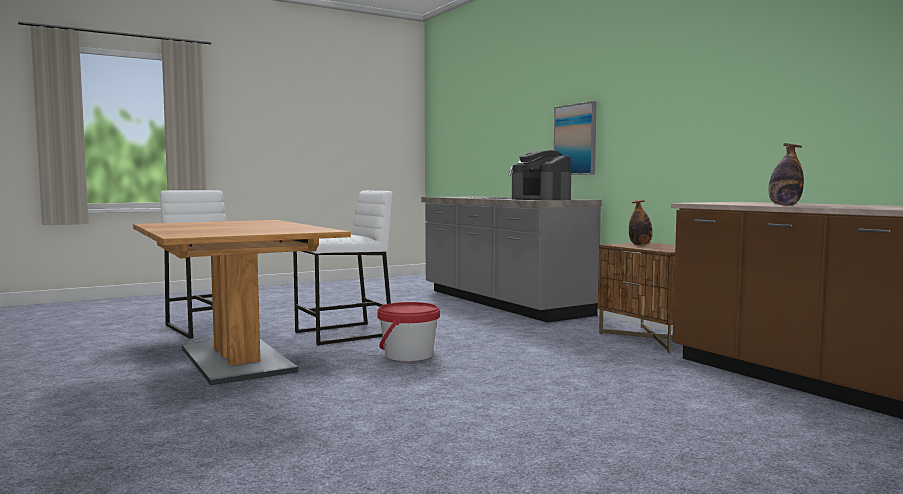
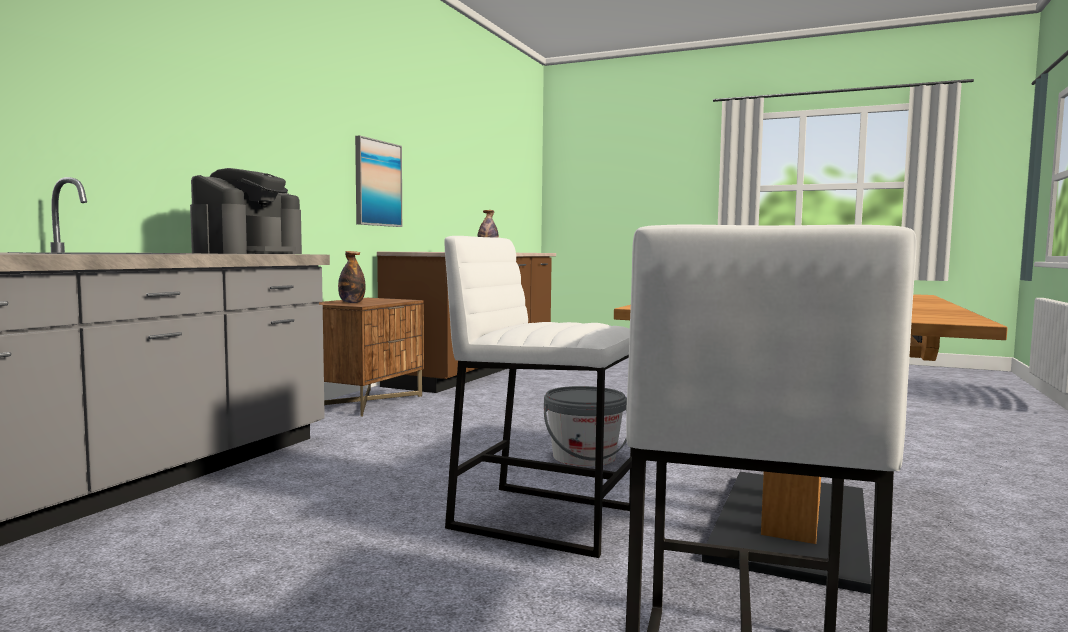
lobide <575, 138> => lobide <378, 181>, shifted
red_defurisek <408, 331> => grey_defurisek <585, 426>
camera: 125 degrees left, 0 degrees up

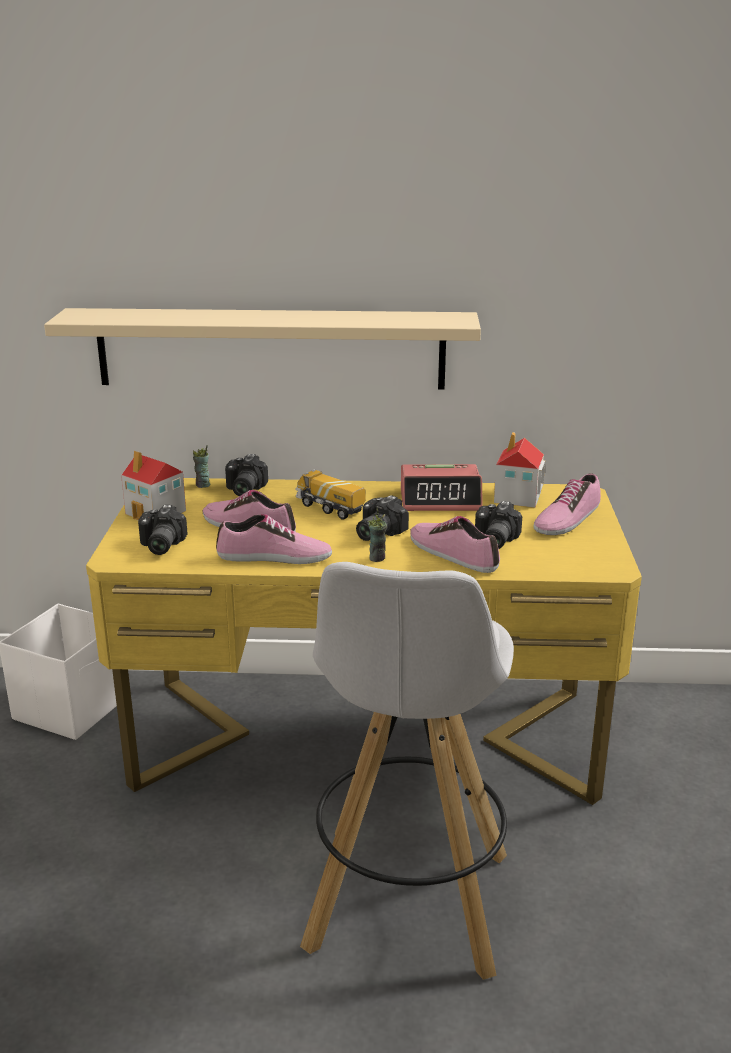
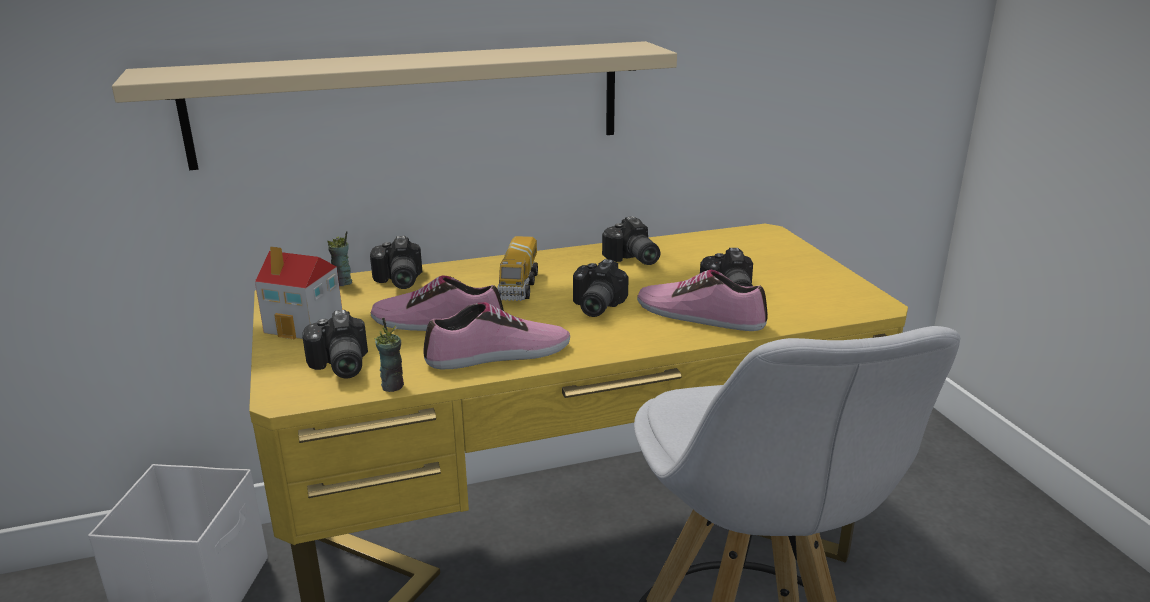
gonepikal <519, 470> => nothing
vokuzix <442, 487> => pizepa <631, 240>
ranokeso <331, 494> => ranokeso <517, 268>, 105 degrees counterclockwise
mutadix <567, 504> => nothing
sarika <377, 534> => sarika <389, 355>, shifted
camera: 20 degrees left, 0 degrees up

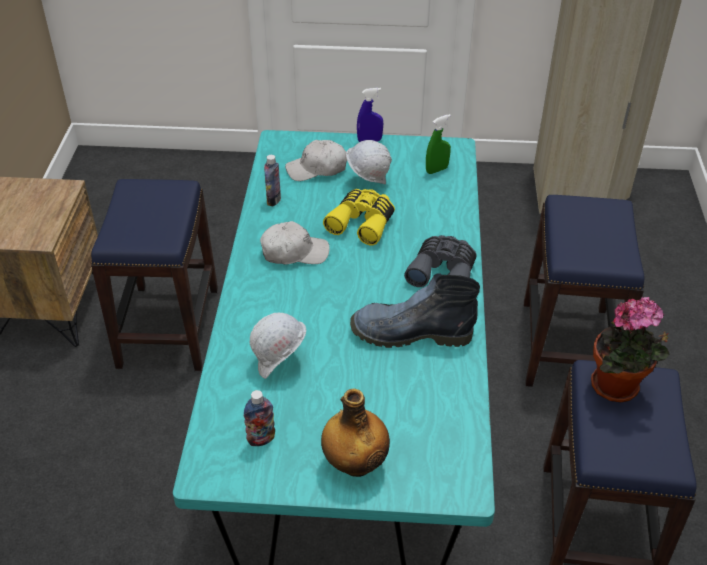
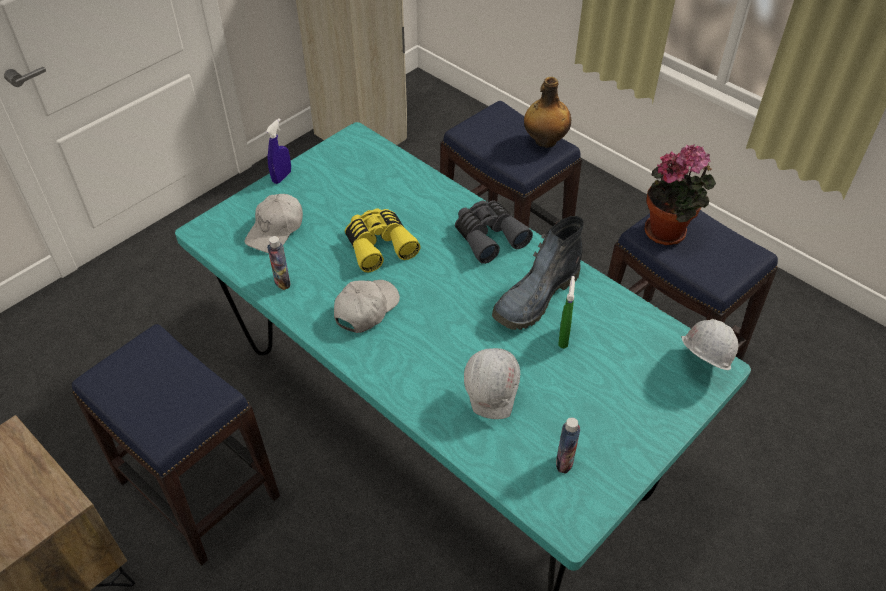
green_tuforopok <438, 144> => green_tuforopok <566, 312>, shifted
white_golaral <369, 162> => white_golaral <709, 344>, shifted
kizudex <355, 432> => kizudex <548, 112>, shifted
camera: 50 degrees left, 5 degrees up

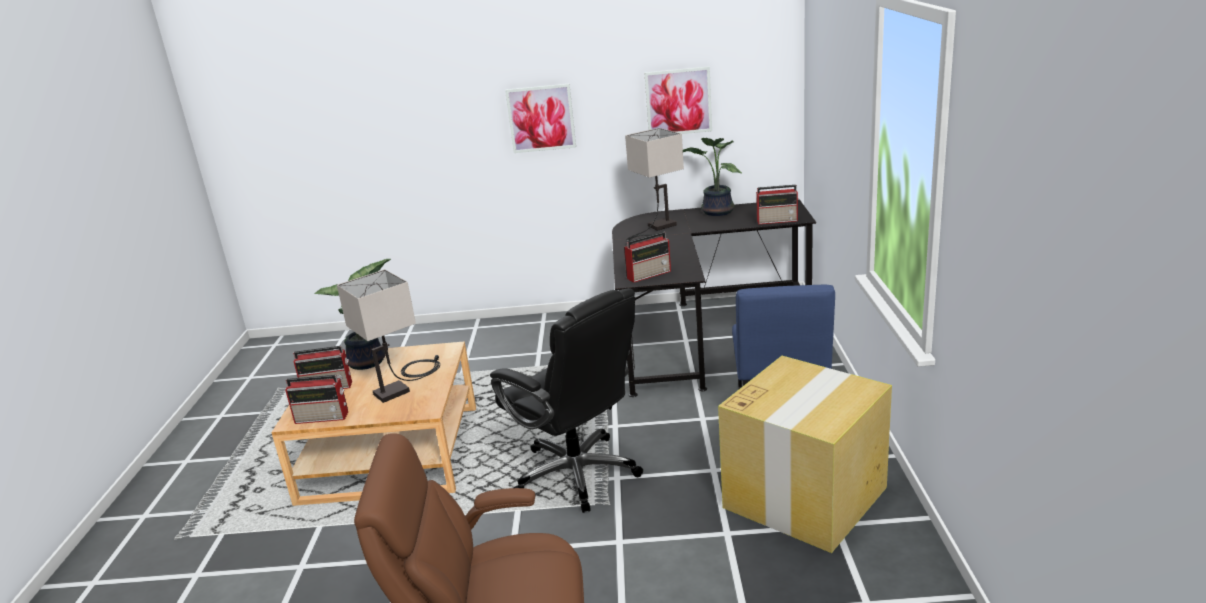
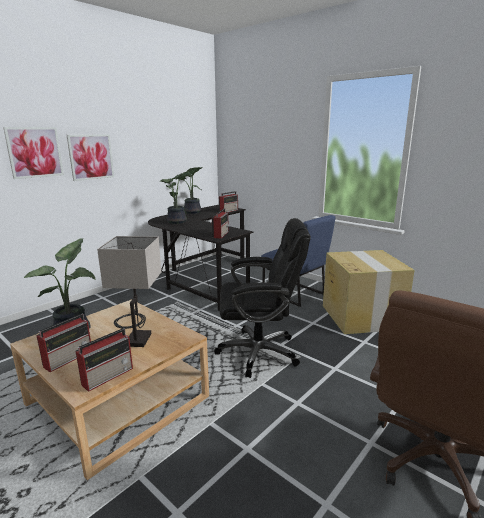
lobide <678, 100> => lobide <33, 153>, shifted
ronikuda <654, 186> => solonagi <179, 197>
camera: 50 degrees left, 5 degrees down

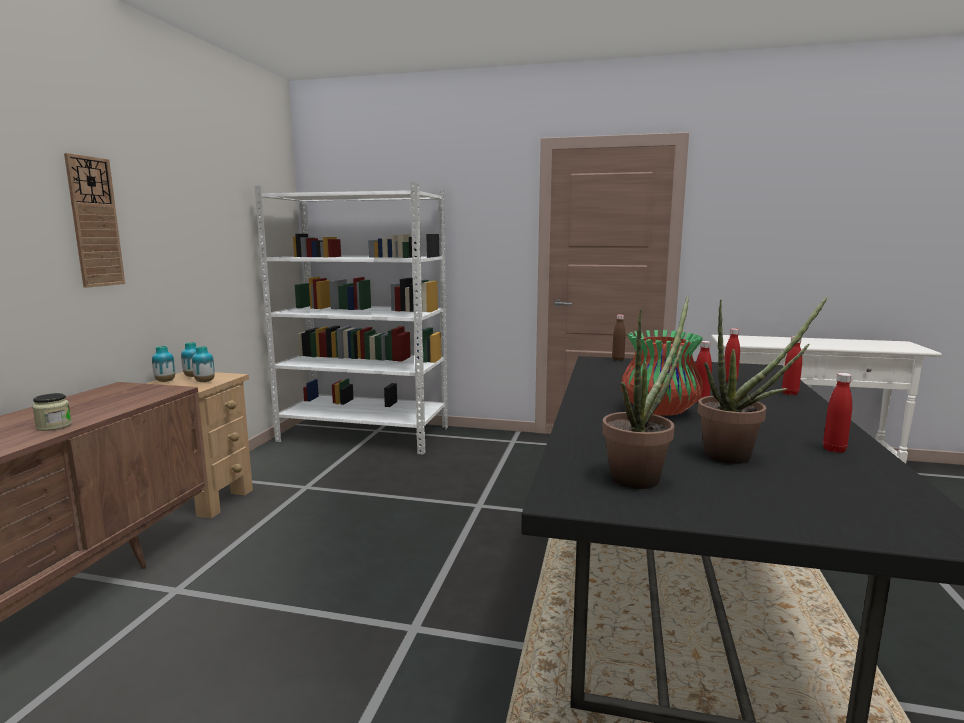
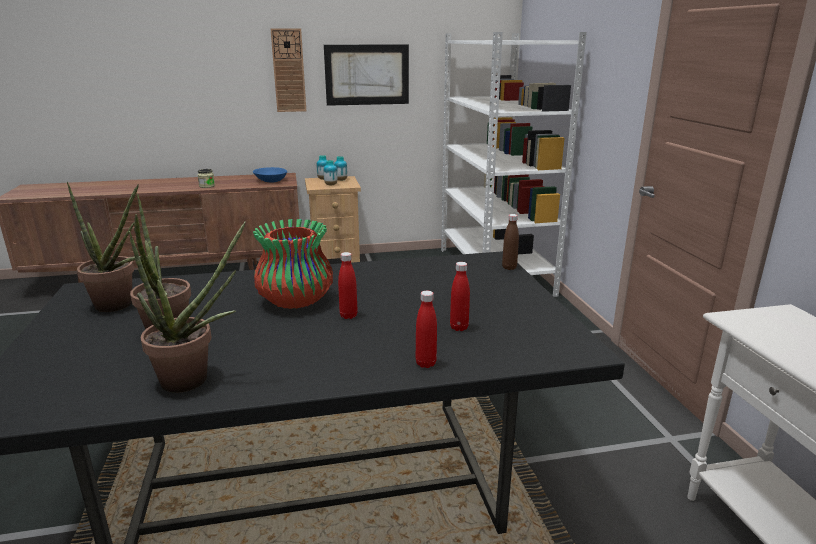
red_kizudex <837, 413> => solonagi <187, 307>
nothing => lobide <366, 75>
nothing => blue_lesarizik <270, 175>
camera: 65 degrees right, 10 degrees up

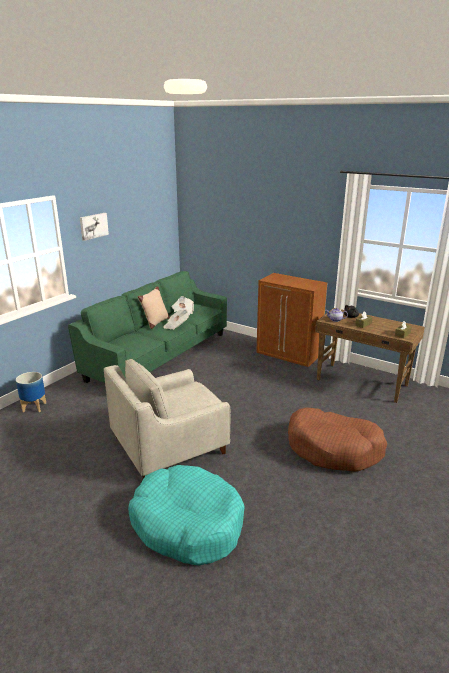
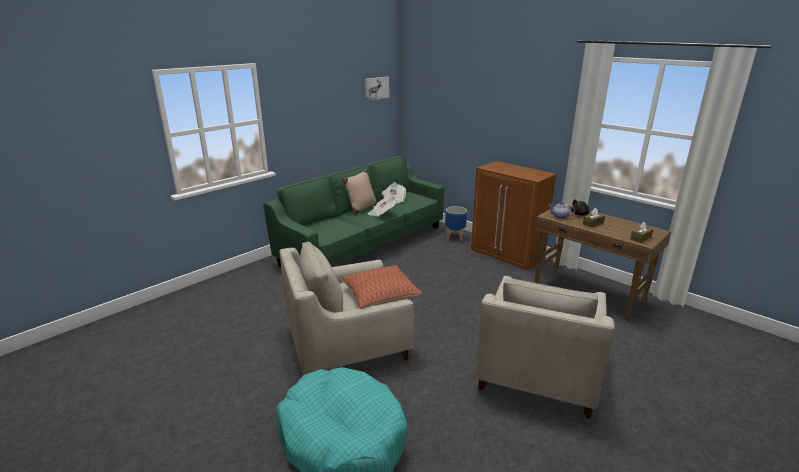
lobide <94, 227> => lobide <377, 89>, shifted
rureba <31, 392> => rureba <456, 223>, shifted
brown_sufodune <337, 439> => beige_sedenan <545, 347>
nothing => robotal <381, 287>
camera: 10 degrees right, 0 degrees up

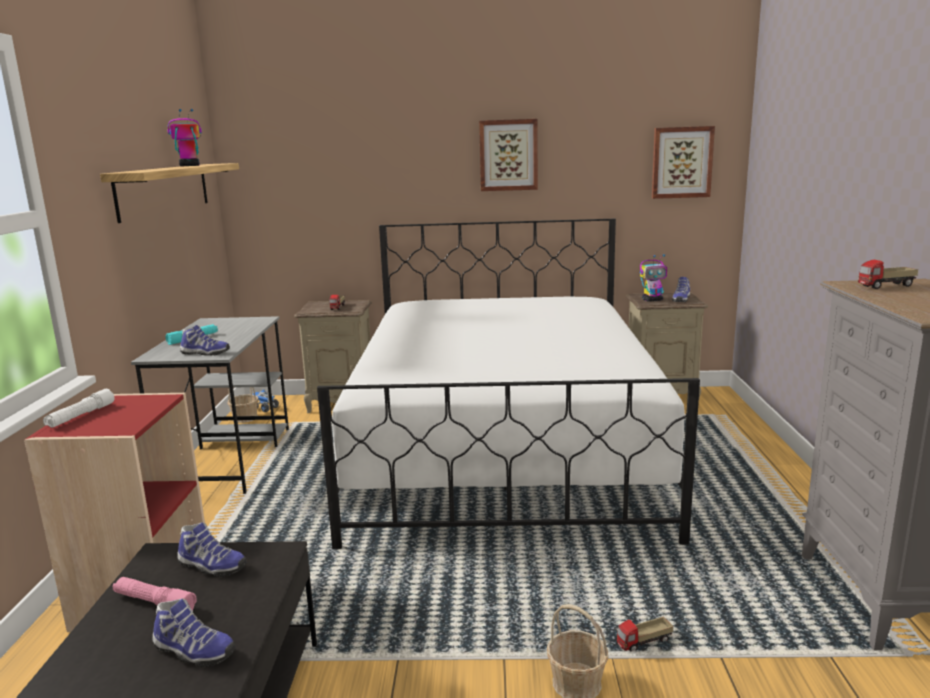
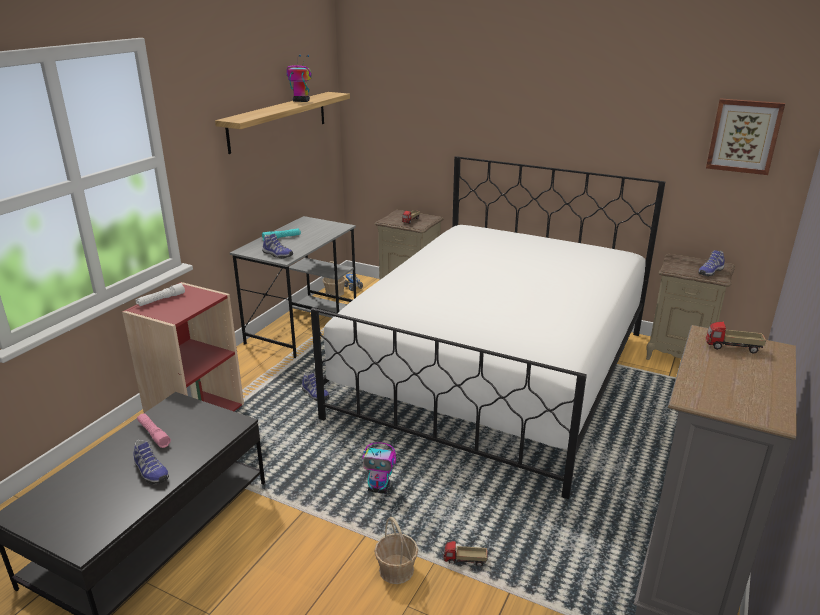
lobide <508, 155> => nothing
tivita <653, 278> => tivita <379, 468>, shifted
mutadix <212, 549> => mutadix <315, 386>, shifted
camera: 25 degrees right, 10 degrees up

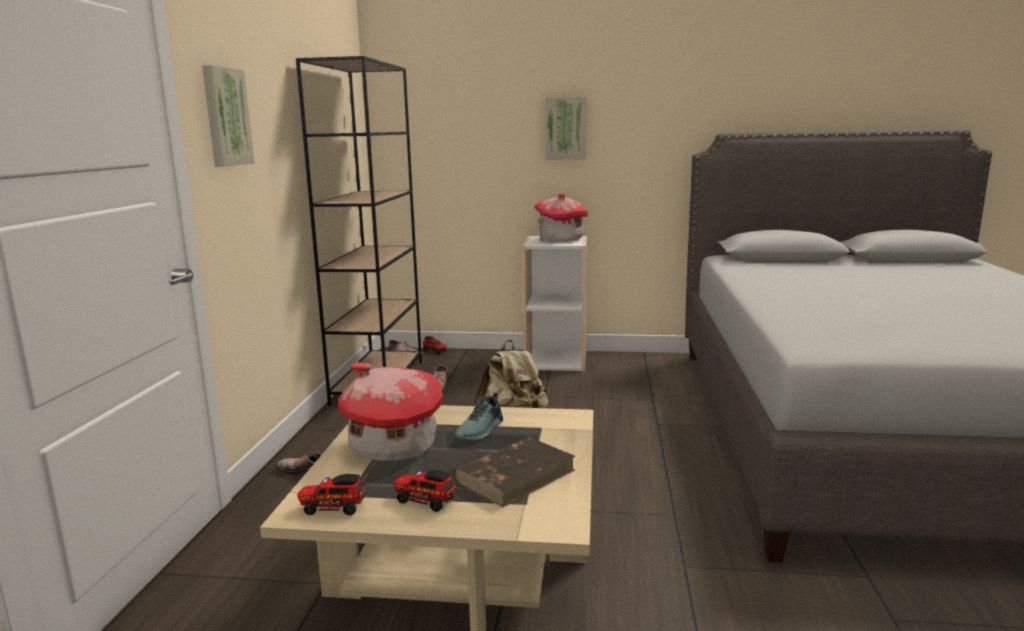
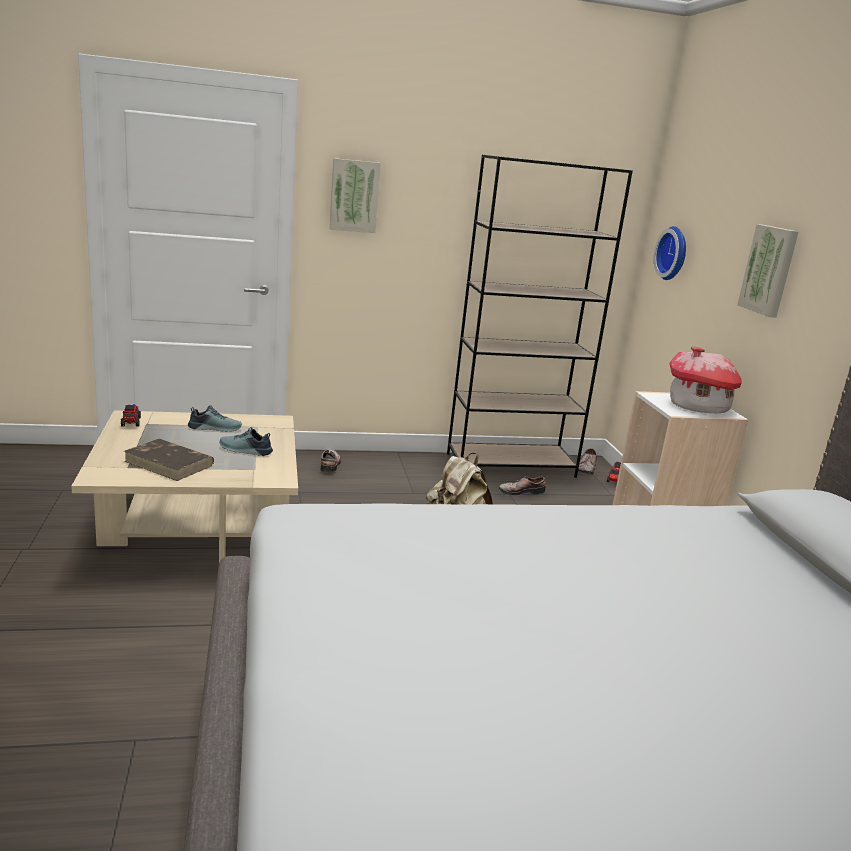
gonepikal <391, 411> => mutadix <215, 418>
ranokeso <425, 491> => nothing
nothing => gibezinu <670, 253>
camera: 70 degrees right, 5 degrees up

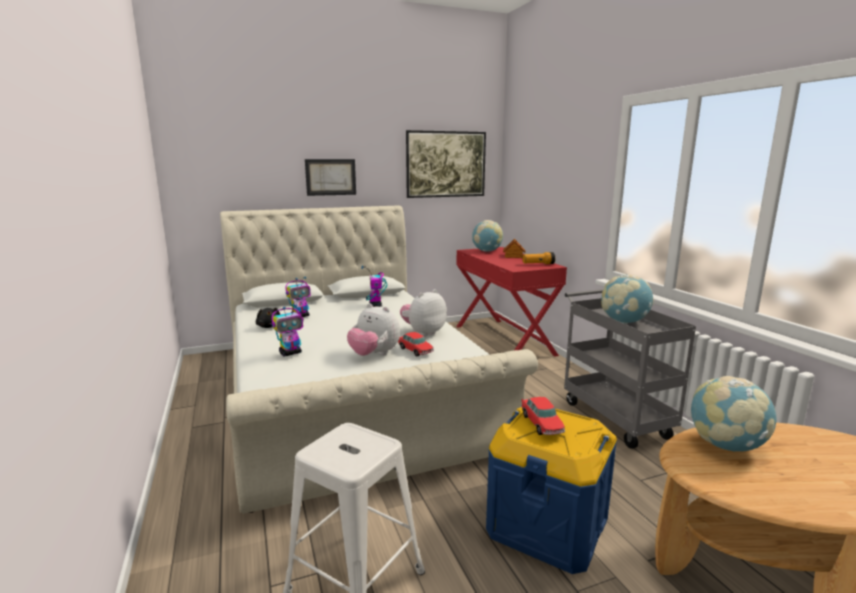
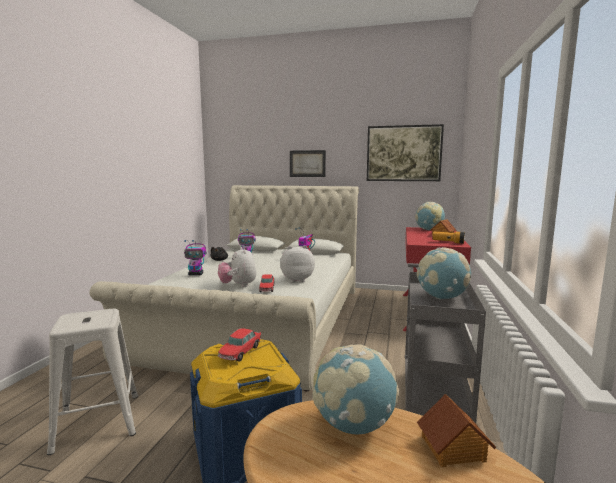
nothing => gonepikal <456, 430>
camera: 35 degrees right, 5 degrees down

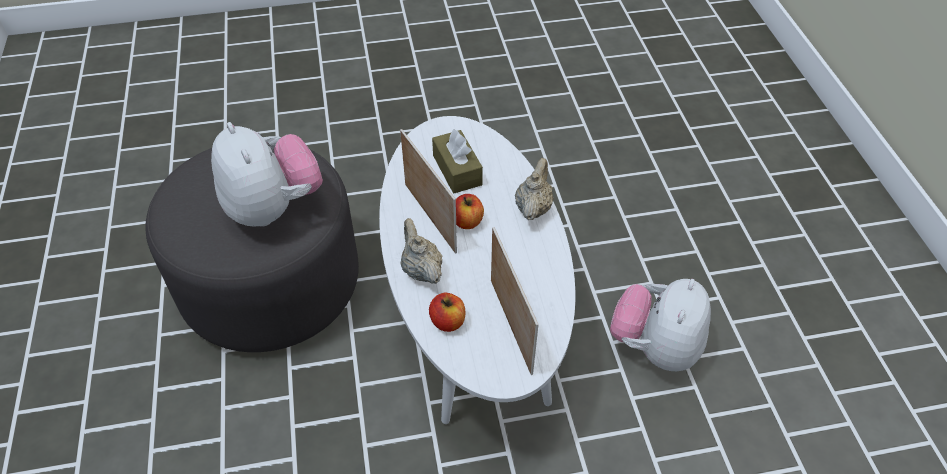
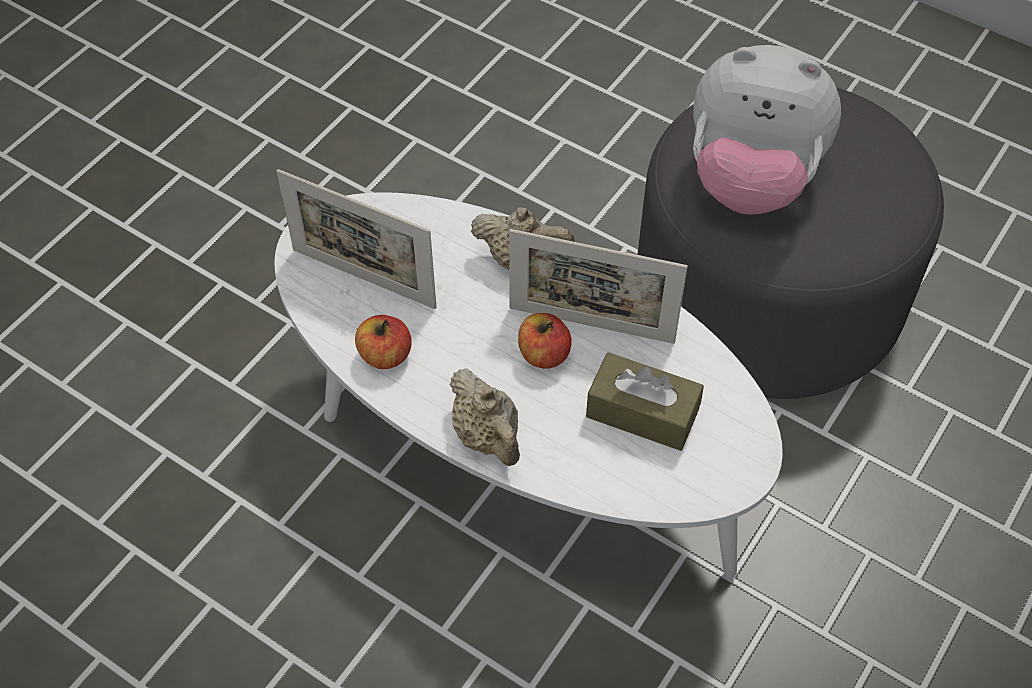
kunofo <660, 325> => nothing
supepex <447, 312> => supepex <383, 342>, shifted
camera: 135 degrees right, 5 degrees up

